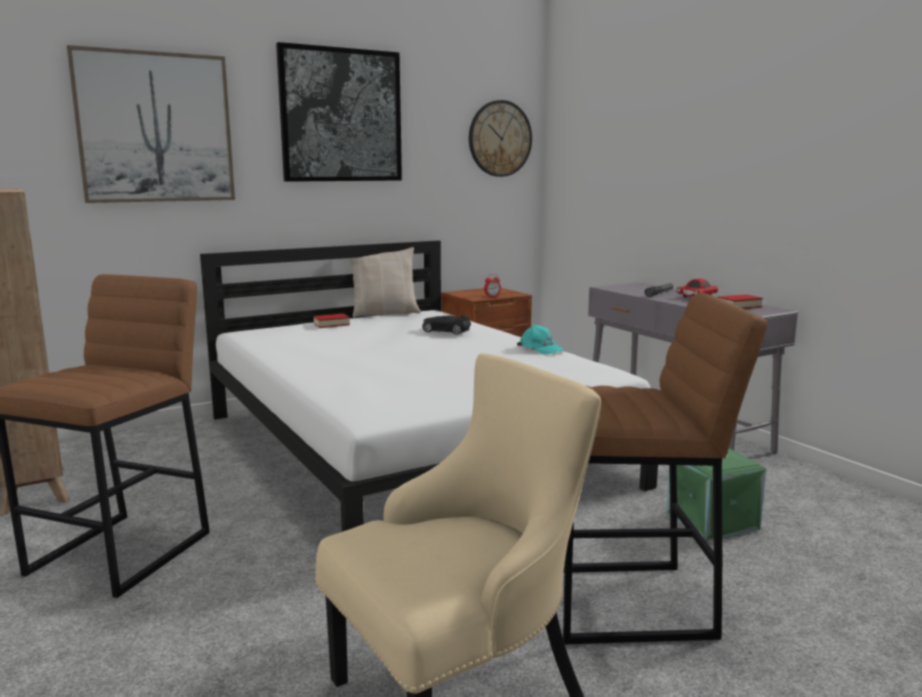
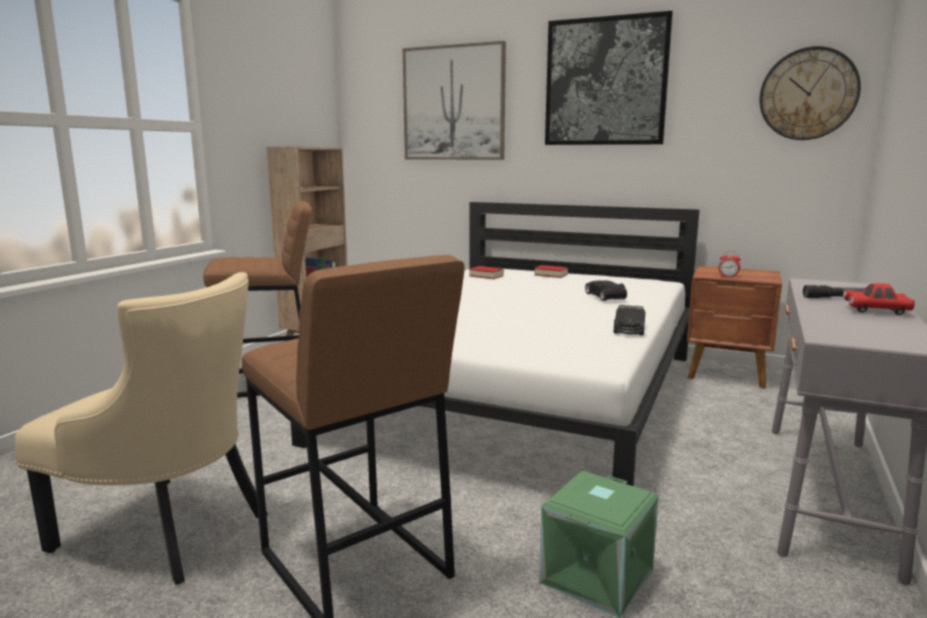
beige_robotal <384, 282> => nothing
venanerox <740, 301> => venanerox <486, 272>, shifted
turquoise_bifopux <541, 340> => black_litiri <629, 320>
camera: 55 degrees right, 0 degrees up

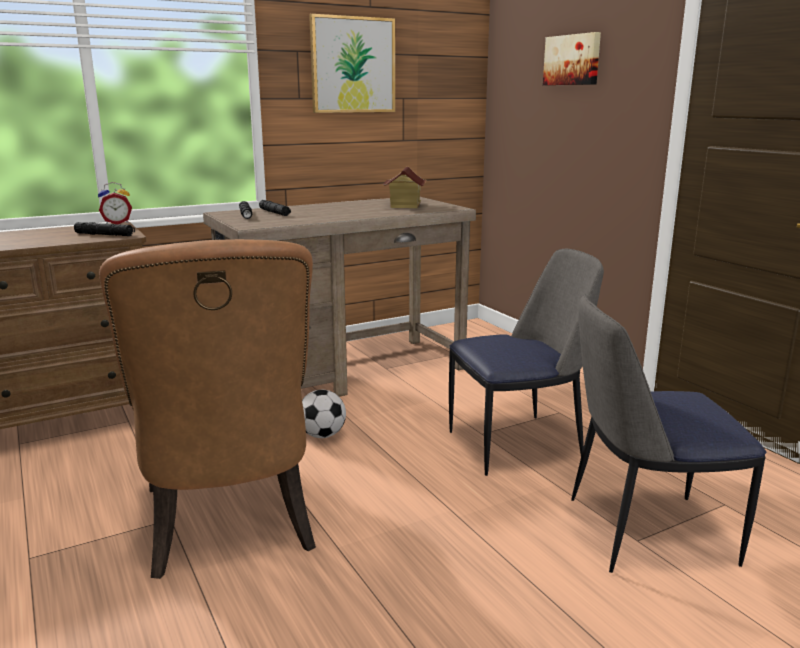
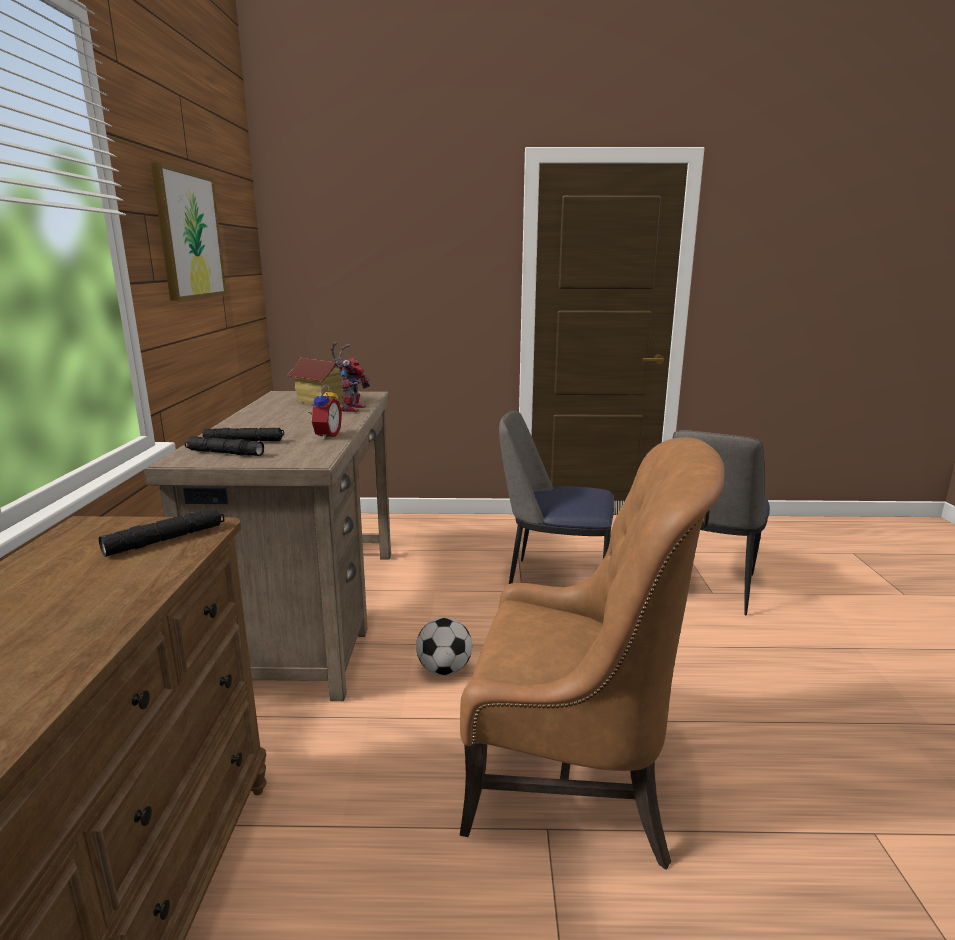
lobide <572, 58> => nothing
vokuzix <115, 203> => vokuzix <325, 412>, shifted
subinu <526, 362> => subinu <556, 497>, 90 degrees counterclockwise
nothing => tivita <350, 377>
camera: 60 degrees left, 0 degrees up

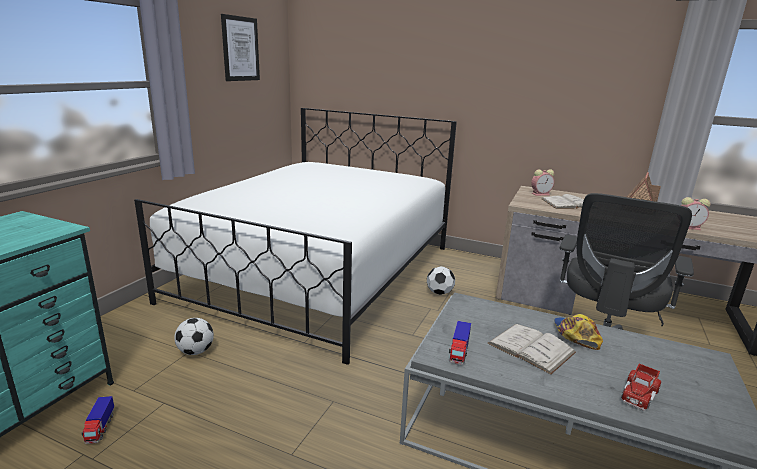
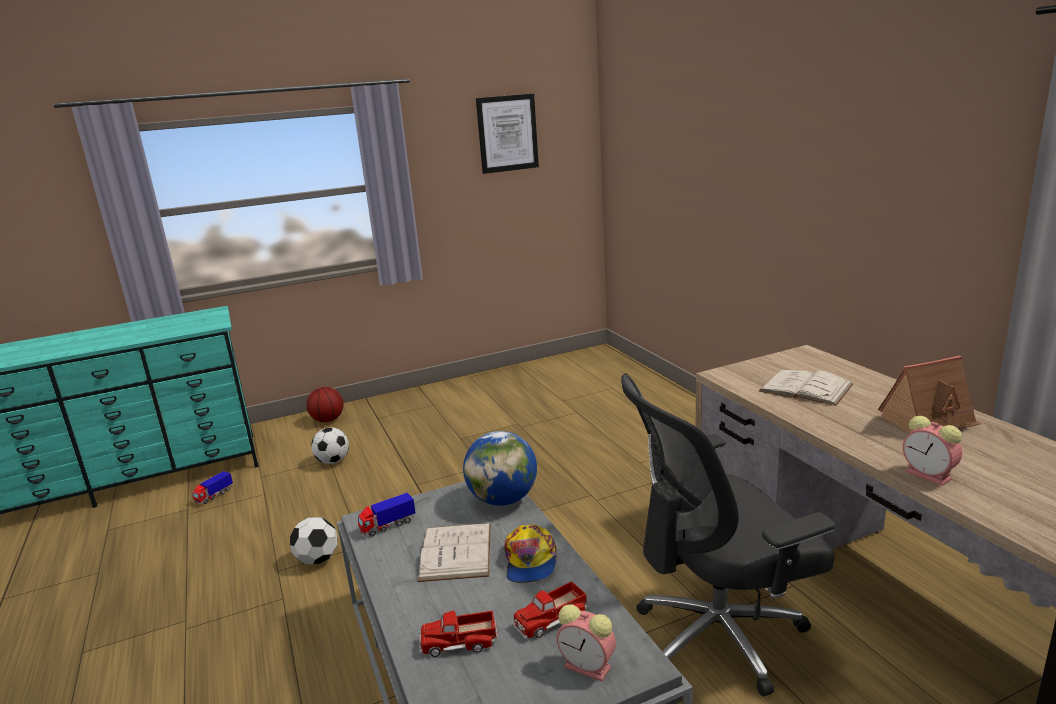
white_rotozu <295, 236> => nothing
vokuzix <542, 182> => vokuzix <586, 643>, shifted
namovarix <441, 280> => namovarix <314, 540>, shifted
bifopux <578, 332> => bifopux <530, 553>, 135 degrees clockwise
nothing => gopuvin <324, 404>
nothing => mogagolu <500, 468>
nothing => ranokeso <550, 610>
camera: 45 degrees right, 0 degrees up

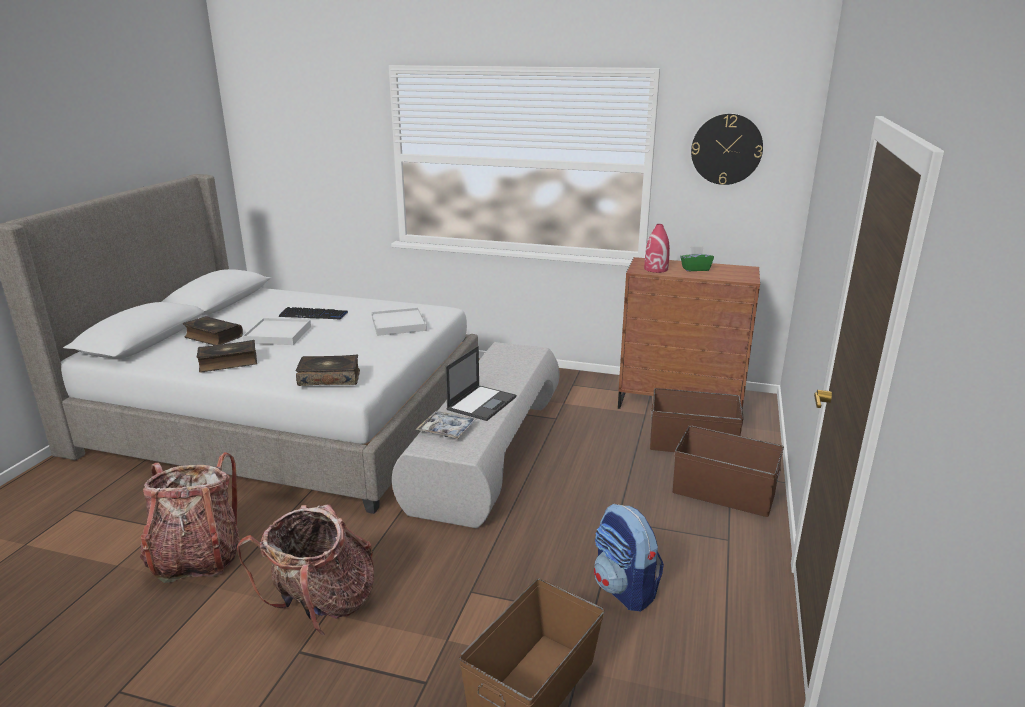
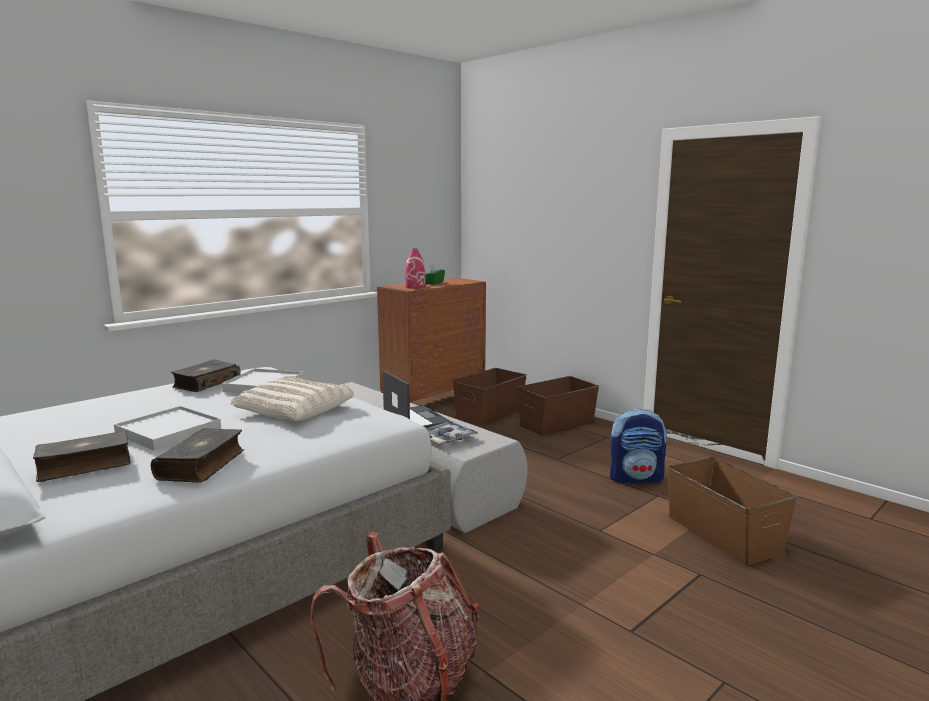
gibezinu <727, 149> => nothing
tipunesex <313, 313> => nothing
venanerox <328, 370> => venanerox <205, 375>, shifted
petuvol <305, 570> => nothing
nothing => beige_robotal <292, 398>
camera: 60 degrees left, 10 degrees down

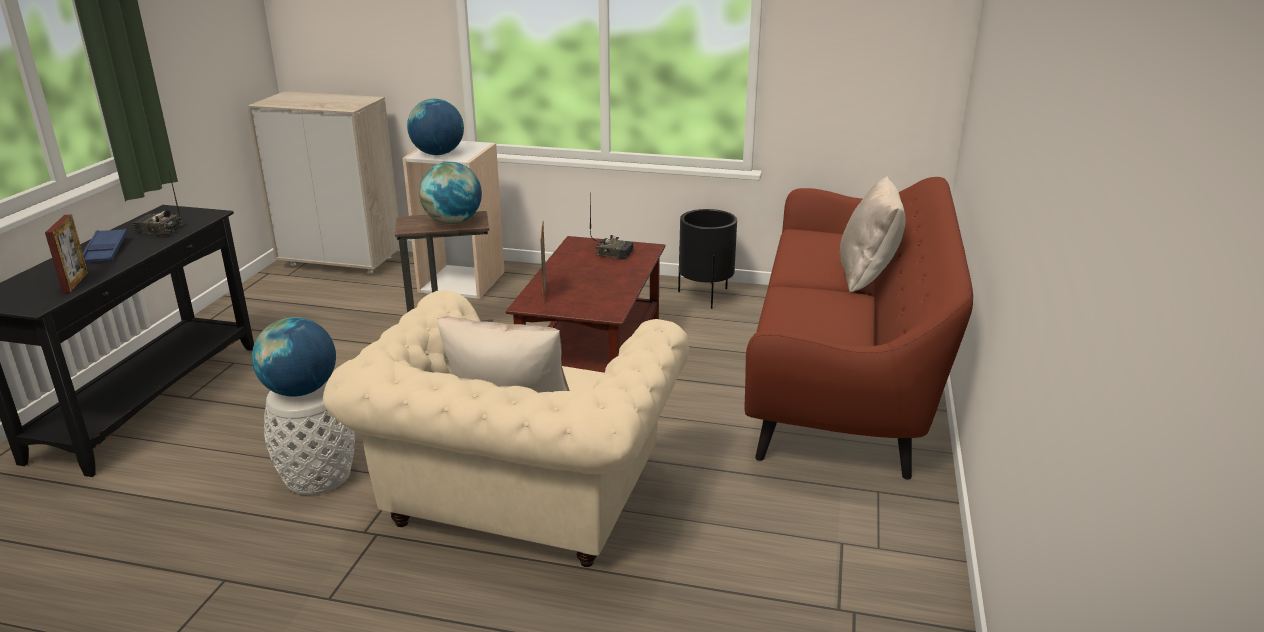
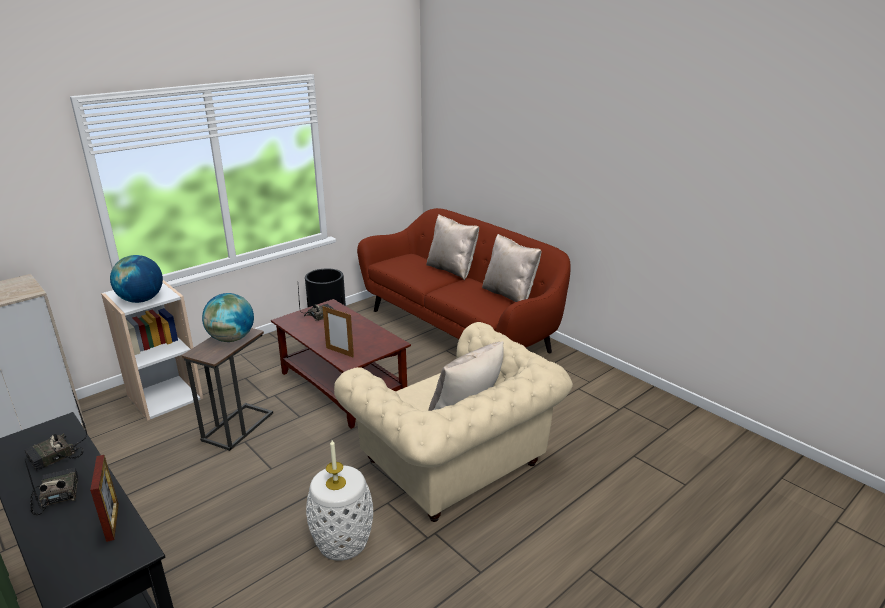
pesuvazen <66, 253> => pesuvazen <104, 498>, 45 degrees clockwise
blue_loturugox <105, 246> => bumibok <51, 486>
mogagolu <294, 357> => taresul <336, 465>
nothing => beige_robotal <512, 268>
camera: 55 degrees left, 0 degrees up

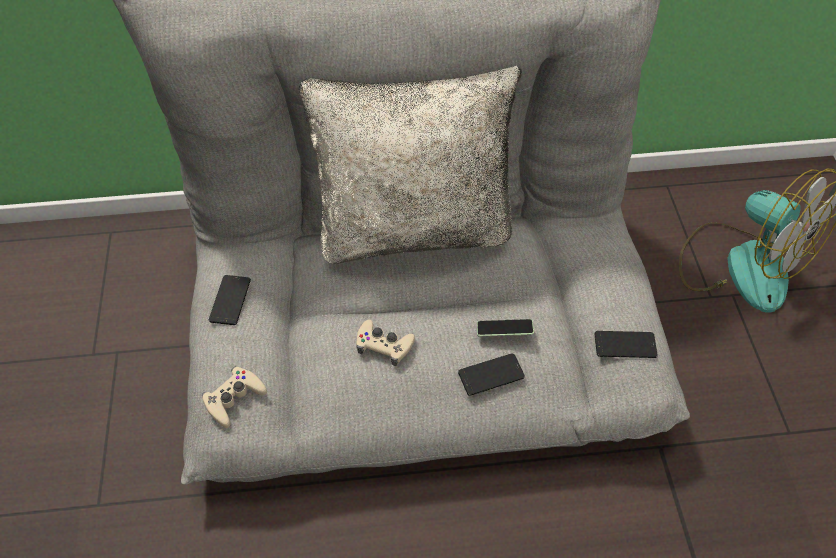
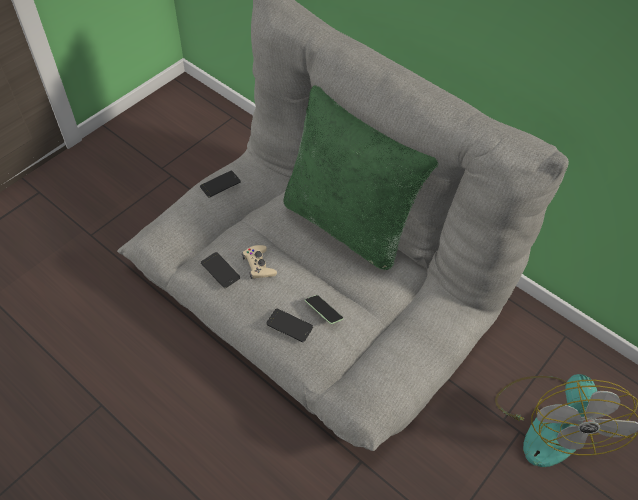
beige_robotal <410, 165> => green_robotal <361, 177>
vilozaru <626, 344> => vilozaru <220, 270>, shifted
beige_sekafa <234, 397> => nothing
camera: 45 degrees right, 0 degrees up

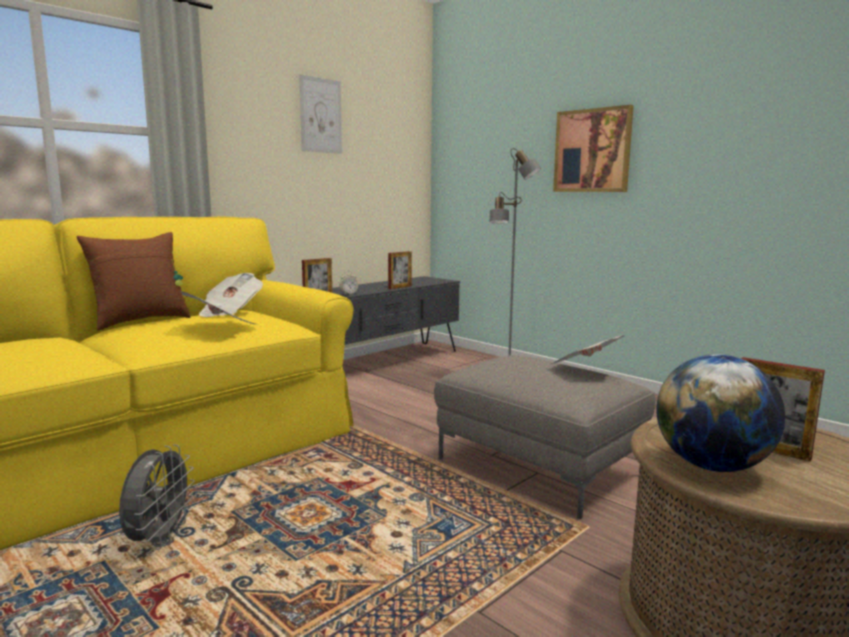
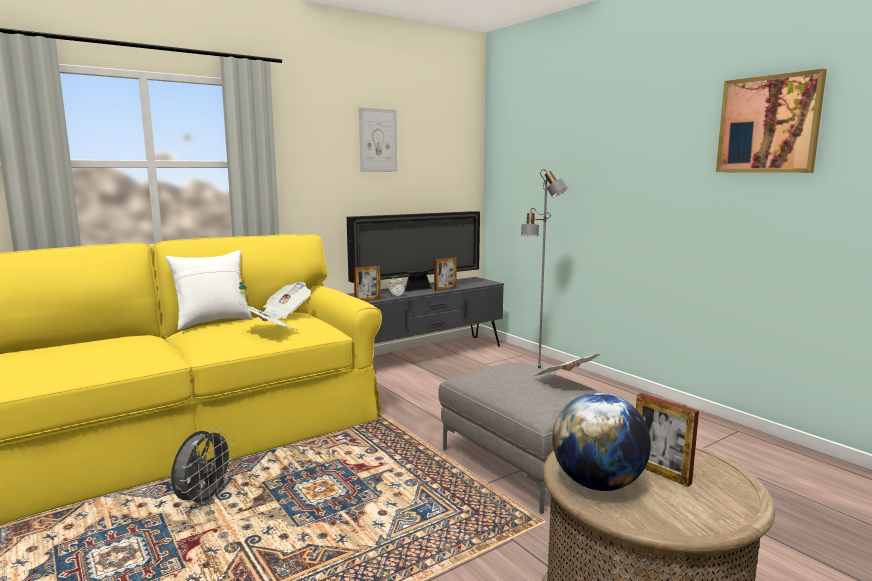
lobide <593, 148> => lobide <771, 121>, shifted
brown_robotal <134, 281> => white_robotal <208, 290>
nothing => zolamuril <413, 251>
camera: 10 degrees right, 0 degrees up

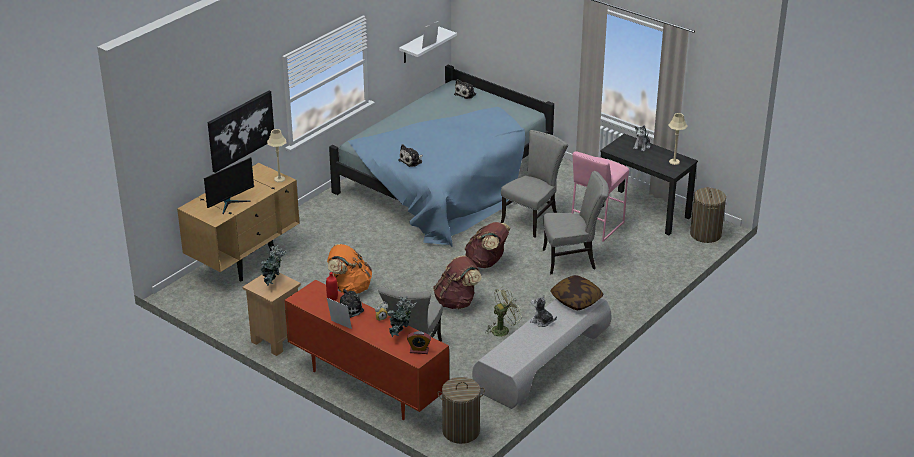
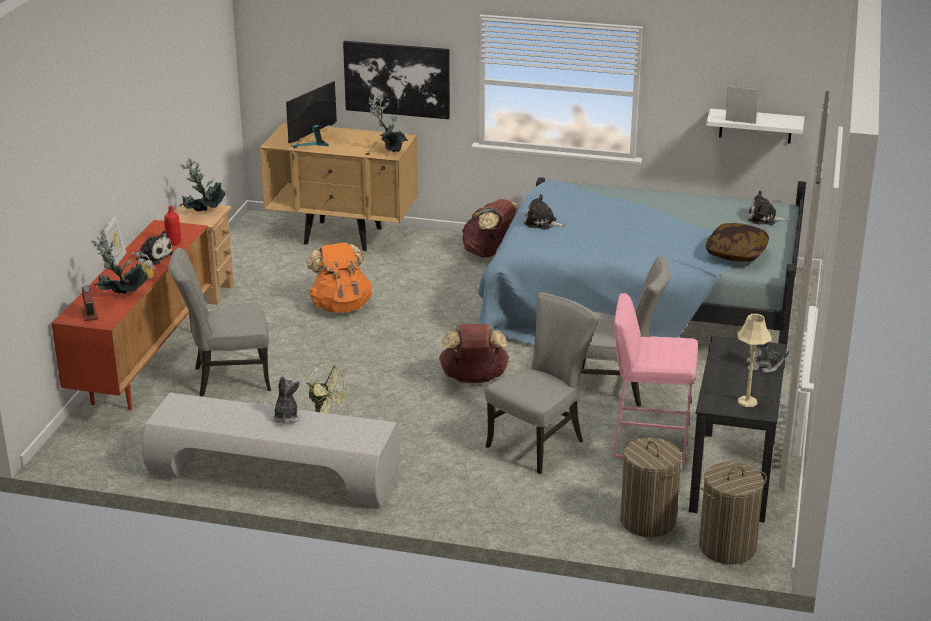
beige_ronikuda <276, 155> => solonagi <388, 122>
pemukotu <229, 185> => pemukotu <311, 113>, 105 degrees clockwise
grey_subinu <576, 222> => grey_subinu <543, 383>, 105 degrees counterclockwise
brown_petuvol <457, 282> => brown_petuvol <490, 228>, shifted
robotal <577, 292> => robotal <737, 242>, shifted
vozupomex <461, 410> => vozupomex <651, 487>, shifted
camera: 65 degrees right, 5 degrees down

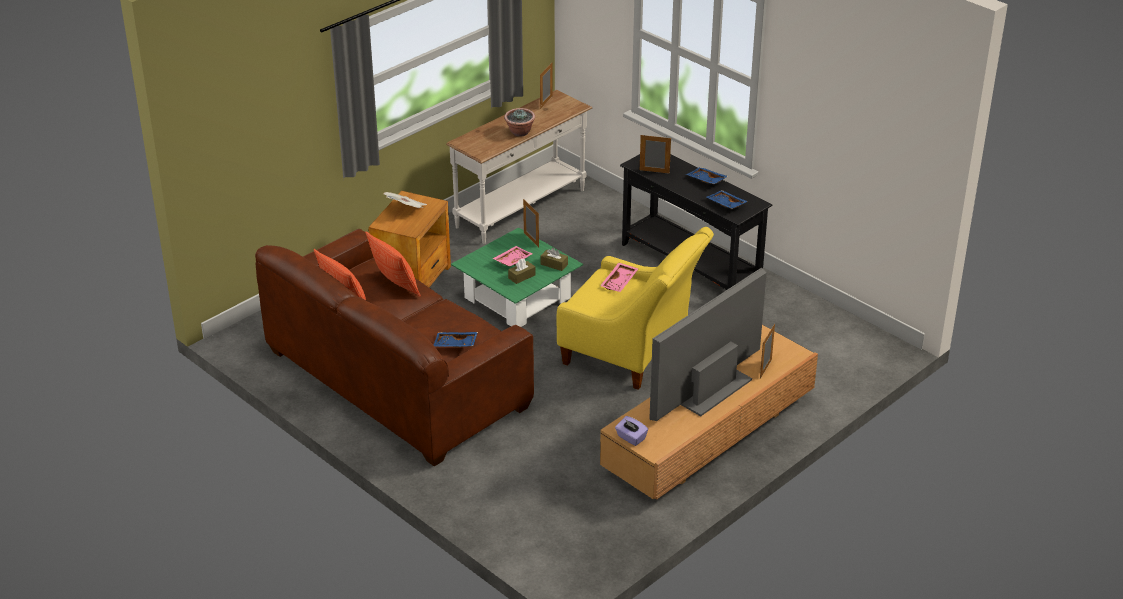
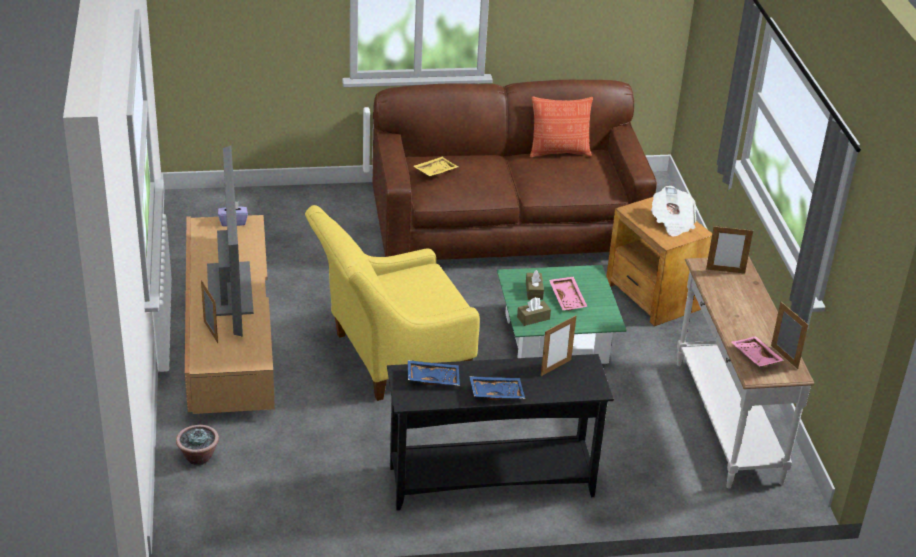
solonagi <519, 122> => solonagi <197, 445>, shifted
pesuvazen <531, 223> => pesuvazen <729, 250>, shifted
orange_robotal <393, 264> => nothing
pink_loturugox <619, 277> => pink_loturugox <758, 351>, shifted
blue_loturugox <455, 339> => yellow_loturugox <435, 166>
camera: 125 degrees right, 0 degrees up

